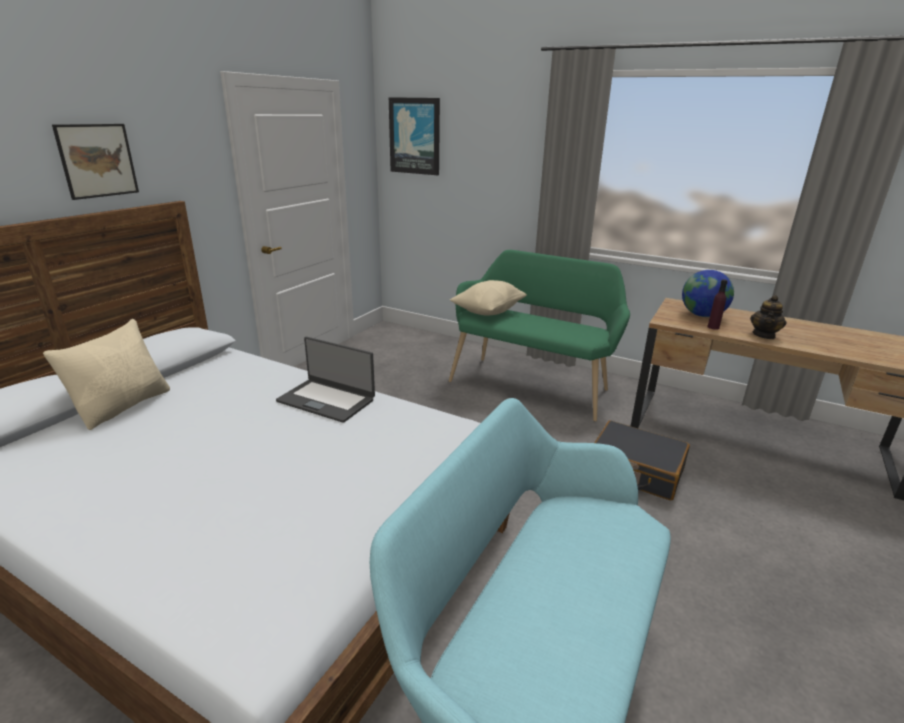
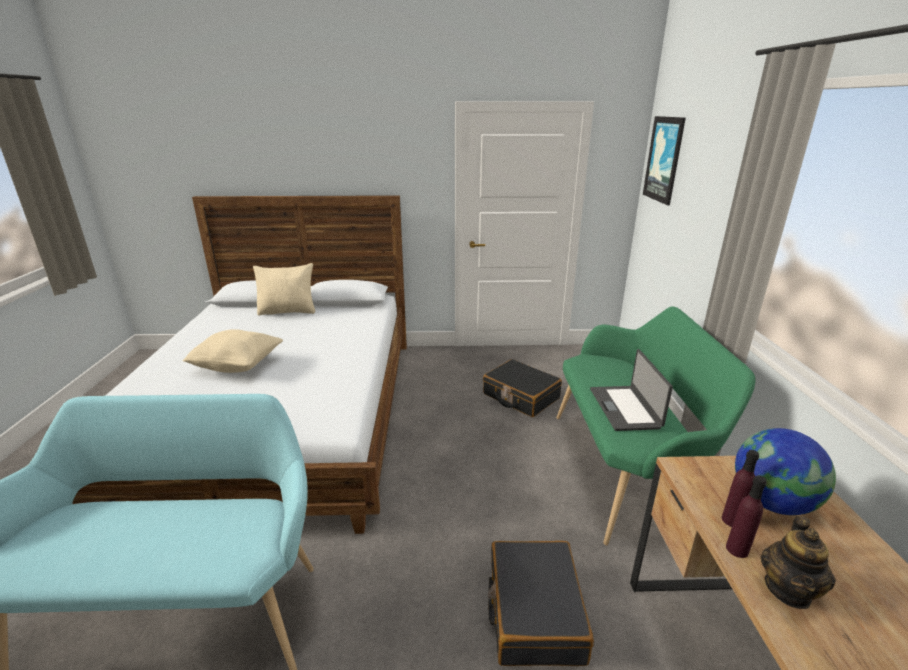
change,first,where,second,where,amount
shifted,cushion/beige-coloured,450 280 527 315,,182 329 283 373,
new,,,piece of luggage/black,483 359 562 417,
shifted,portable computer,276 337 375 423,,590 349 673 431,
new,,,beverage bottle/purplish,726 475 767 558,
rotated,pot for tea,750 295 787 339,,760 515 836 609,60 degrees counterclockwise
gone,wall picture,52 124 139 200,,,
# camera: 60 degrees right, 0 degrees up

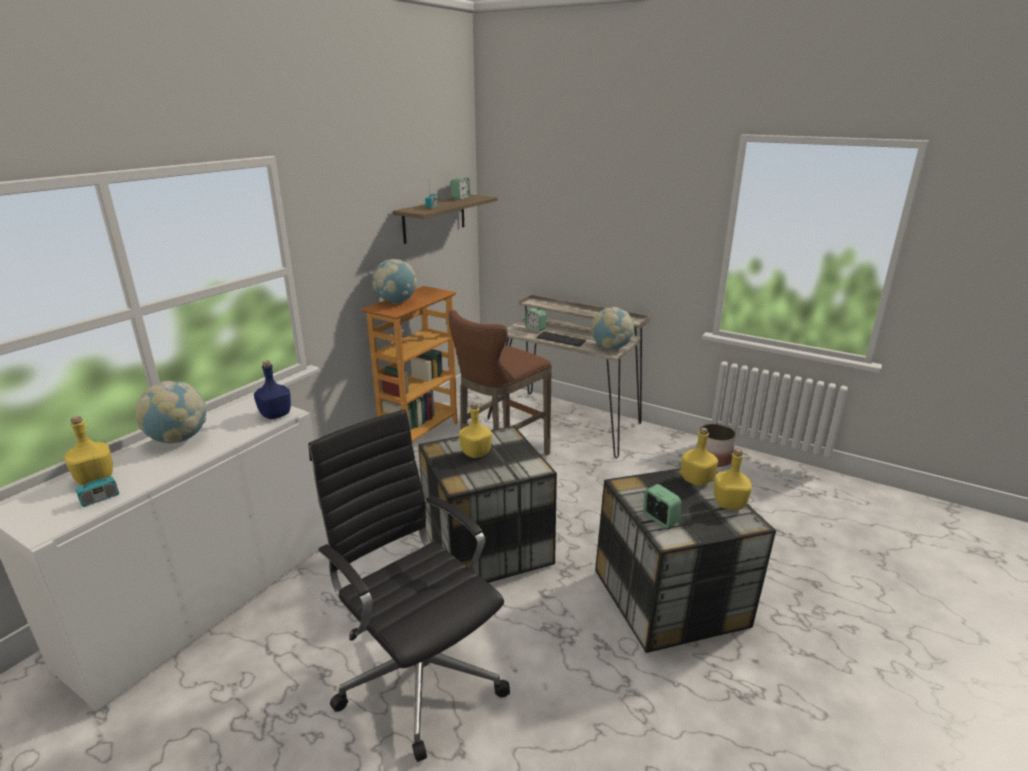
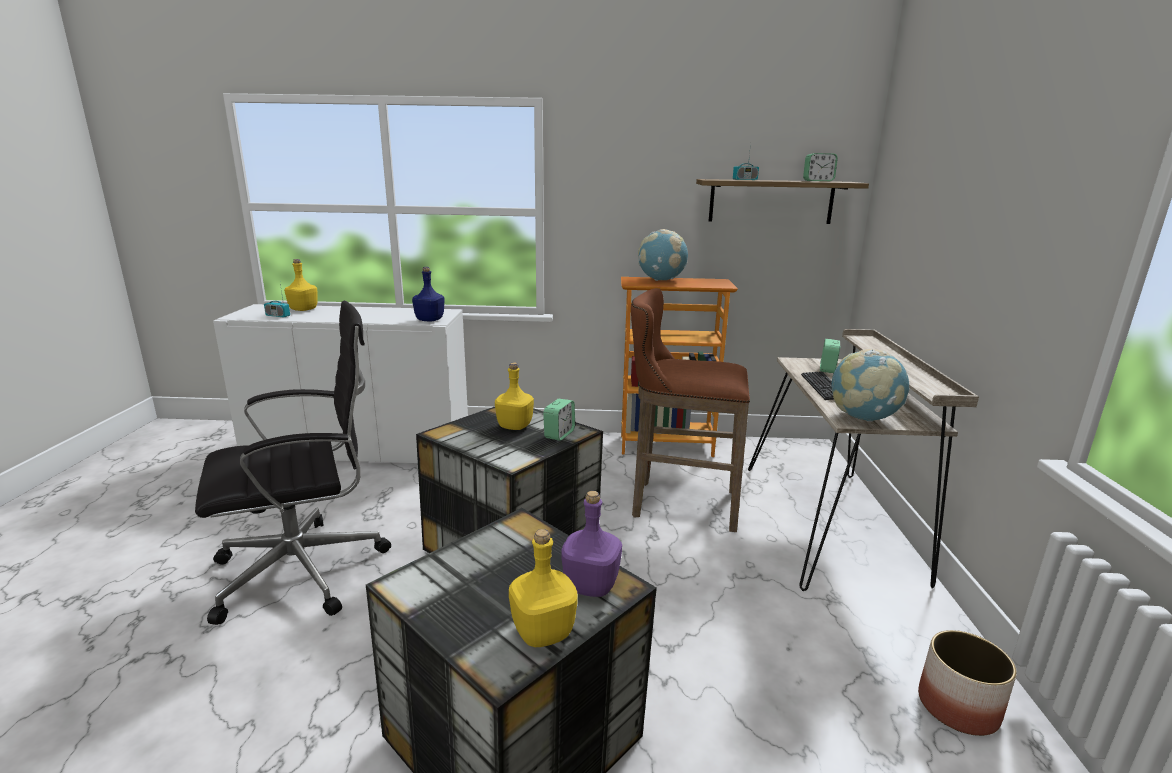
change,first,where,second,where,amount
rotated,computer chair/black,308 410 510 762,,195 301 391 625,45 degrees clockwise
shifted,bedside clock,643 484 682 528,,543 399 575 441,
repainted,beverage bottle/yellowish,681 428 718 486,beverage bottle/purplish,561 491 622 597,
gone,globe,135 381 208 443,,,
# camera: 60 degrees right, 5 degrees down

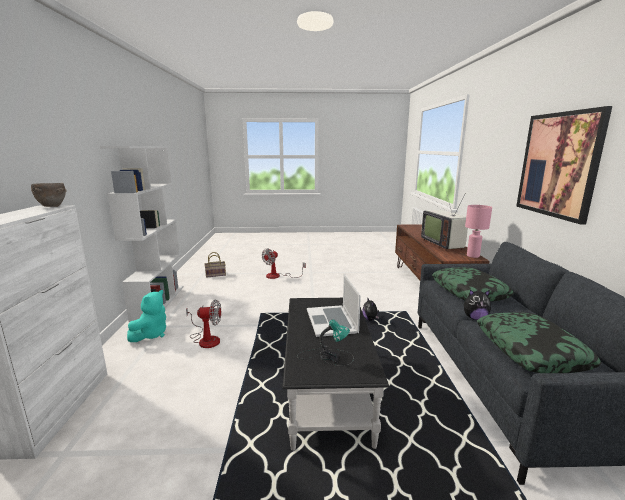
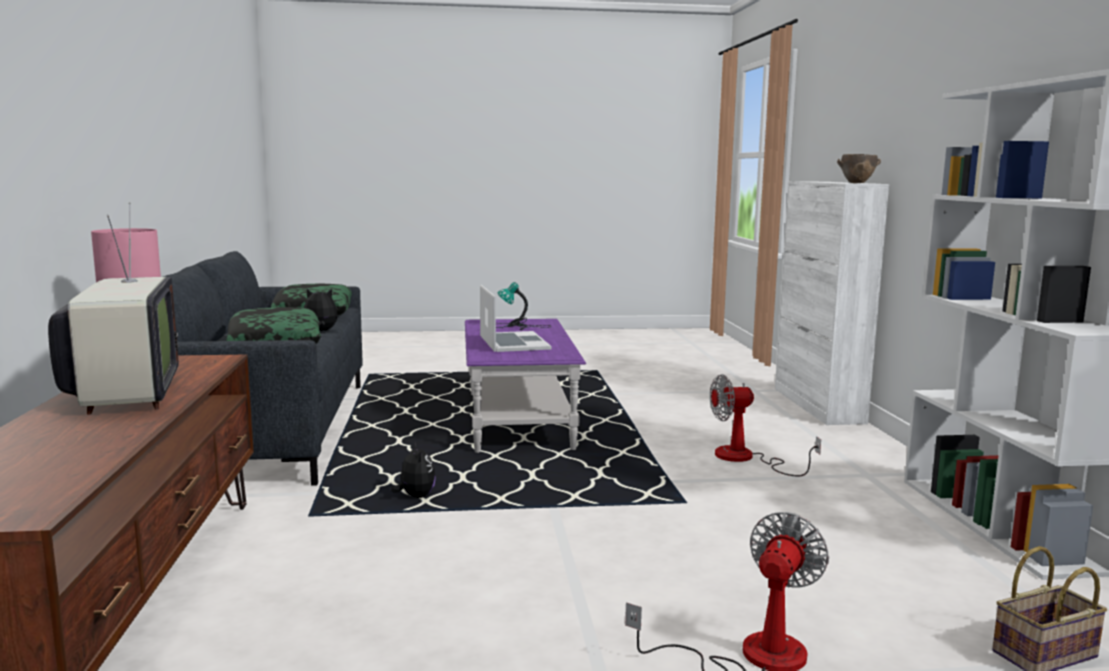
change,first,where,second,where,amount
repainted,coffee table/black,282 298 389 451,coffee table/purplish,465 319 586 453,
gone,soft toy/turquoise,127 290 166 342,,,
gone,wall picture,516 106 612 225,,,
# camera: 175 degrees right, 5 degrees down

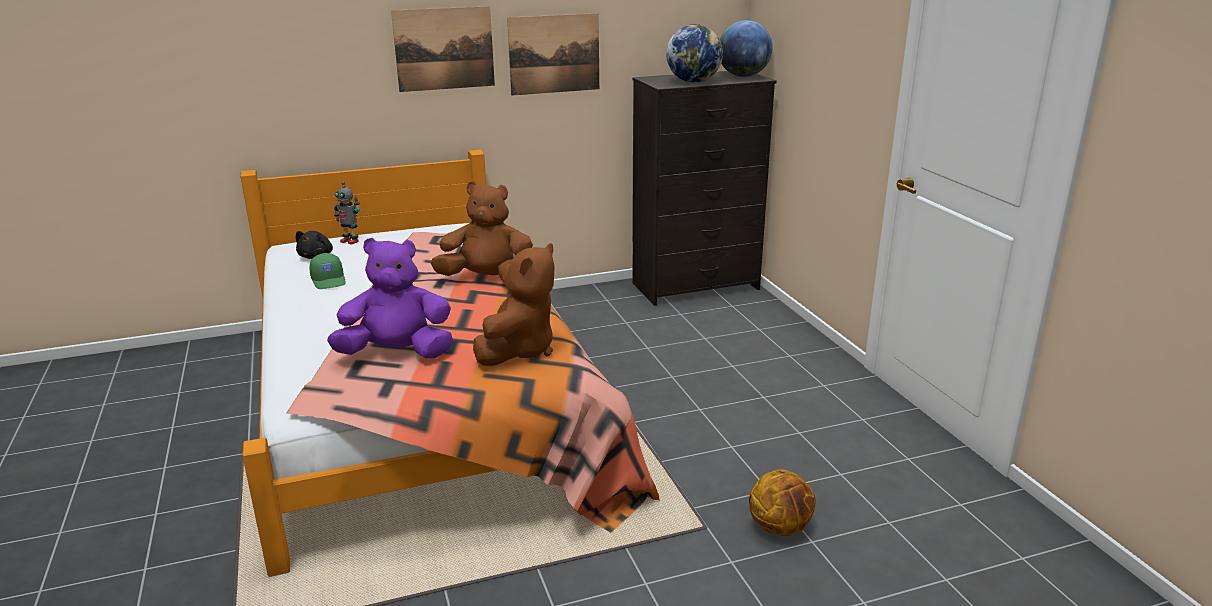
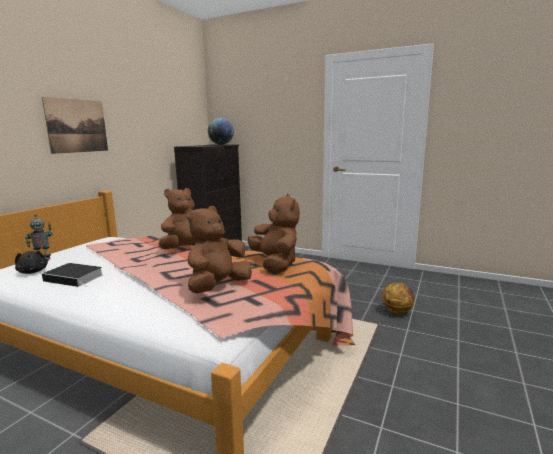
change,first,where,second,where,amount
swapped,baseball cap/green-coloured,309 253 346 289,book,42 263 103 287,
repainted,soft toy/purplish,327 238 453 358,soft toy/brown-coloured,185 206 252 293,
gone,wall picture,507 13 599 96,,,
gone,globe,666 24 723 82,,,
# camera: 45 degrees left, 10 degrees down

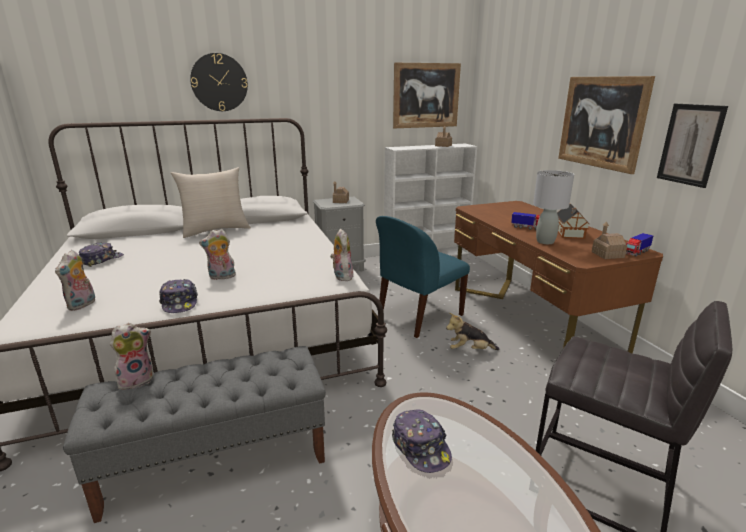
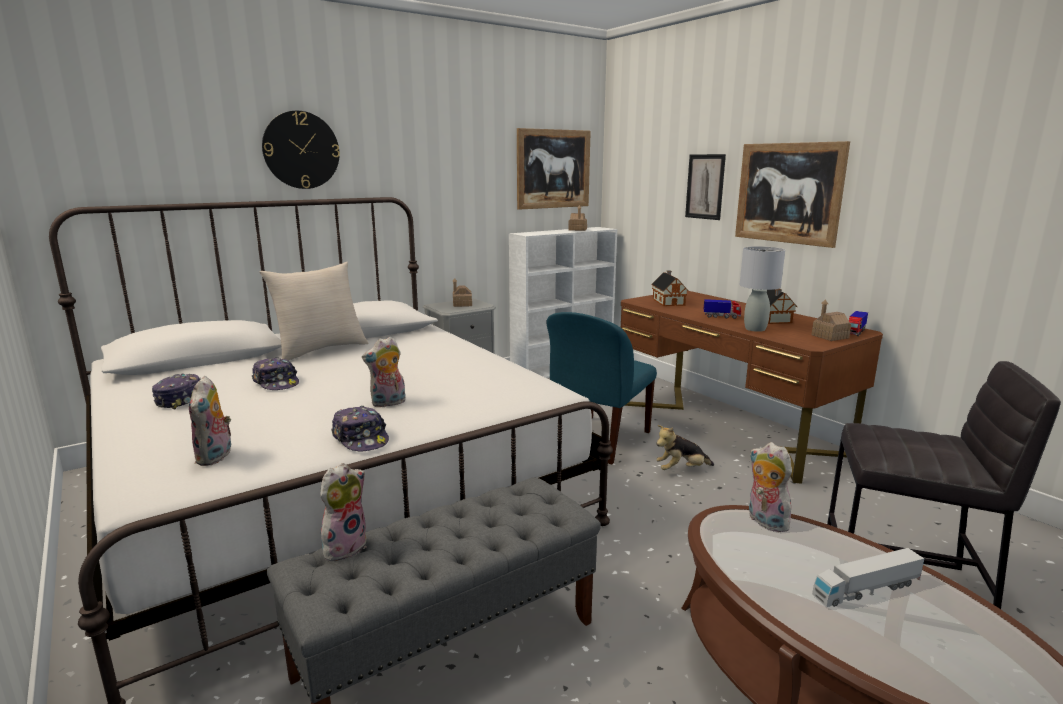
change,first,where,second,where,amount
shifted,baseball cap,392 409 452 473,,252 357 299 390,
new,,,miniature house,651 270 689 306,
shifted,wall picture,657 104 728 188,,685 154 726 220,
shifted,soft toy,330 229 353 281,,749 442 792 532,
new,,,model truck,812 548 925 607,
# camera: 15 degrees left, 5 degrees down

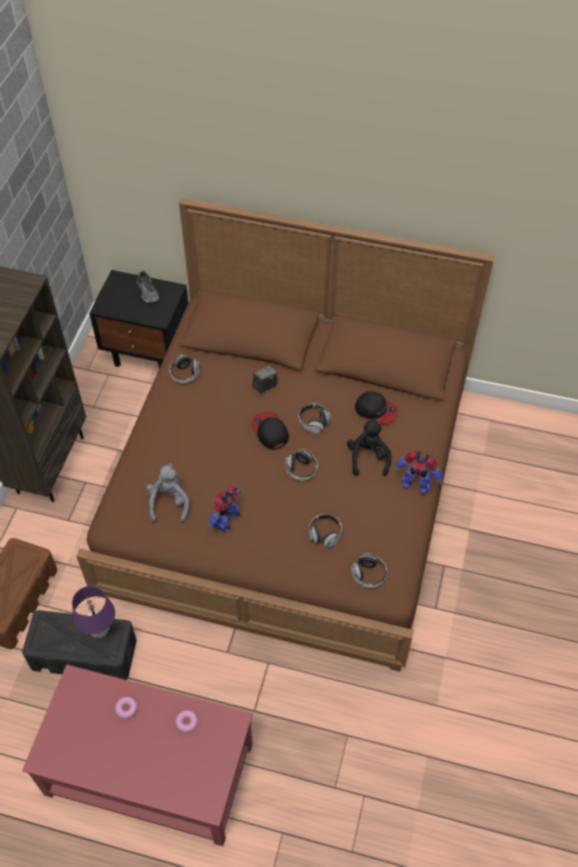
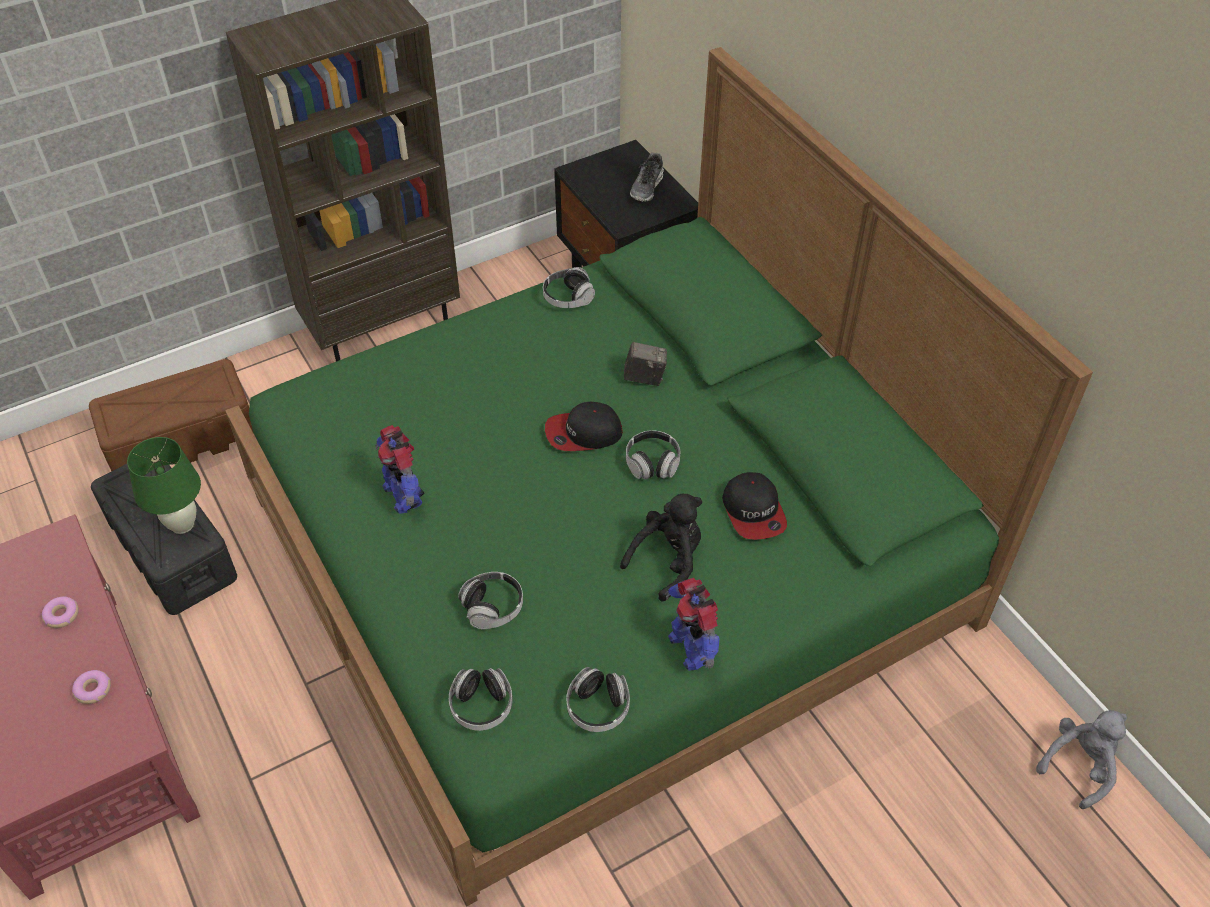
change,first,where,second,where,amount
repainted,lamp for a table/purplish,72 586 115 638,lamp for a table/green-coloured,127 437 201 534,
repainted,bedroom bed/brown-coloured,76 198 494 672,bedroom bed/green-coloured,225 47 1093 906,
rotated,robot figure,207 485 241 532,,375 425 424 514,105 degrees counterclockwise
rotated,baseball cap,251 411 289 450,,545 402 623 451,120 degrees counterclockwise
shifted,pair of headphones,286 449 317 481,,566 667 630 732,
shifted,soft toy/greyish,146 463 189 523,,1036 710 1127 809,
# camera: 45 degrees right, 5 degrees down

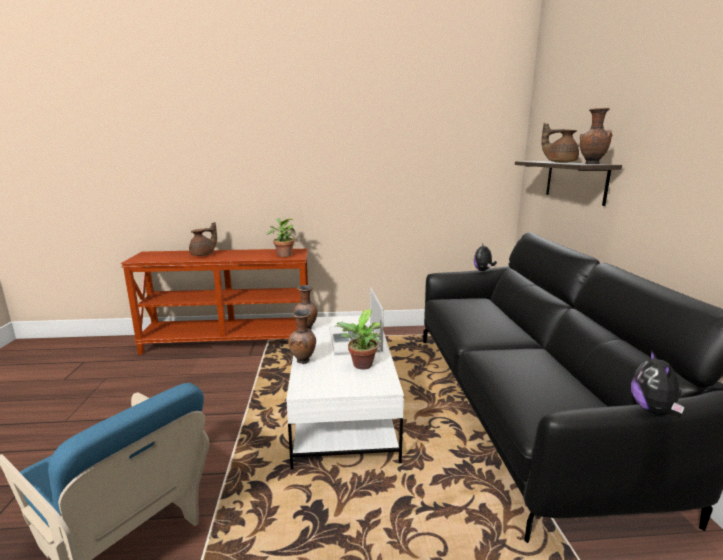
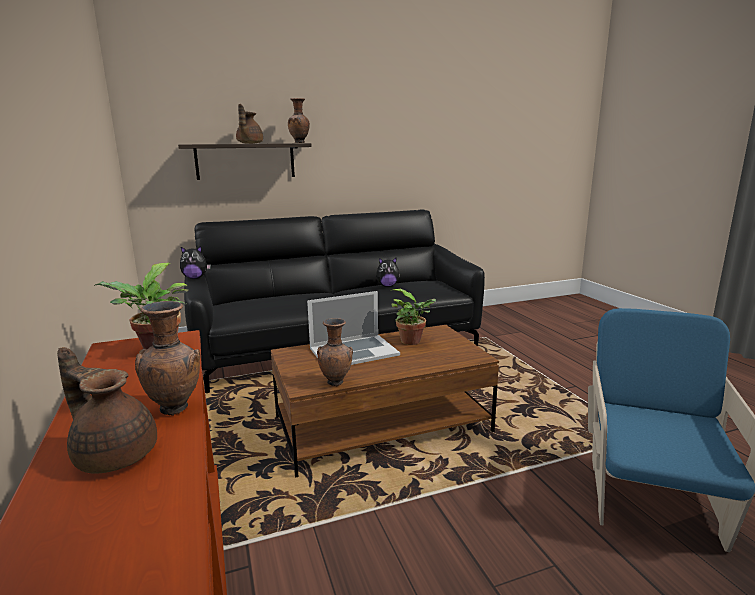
change,first,where,second,where,amount
shifted,vase/brown-coloured,288 310 316 364,,135 301 201 416,
repainted,coffee table/white,286 316 404 469,coffee table/brown-coloured,271 325 499 478,
shifted,soft toy,631 349 685 413,,376 258 400 287,
# camera: 105 degrees left, 0 degrees up

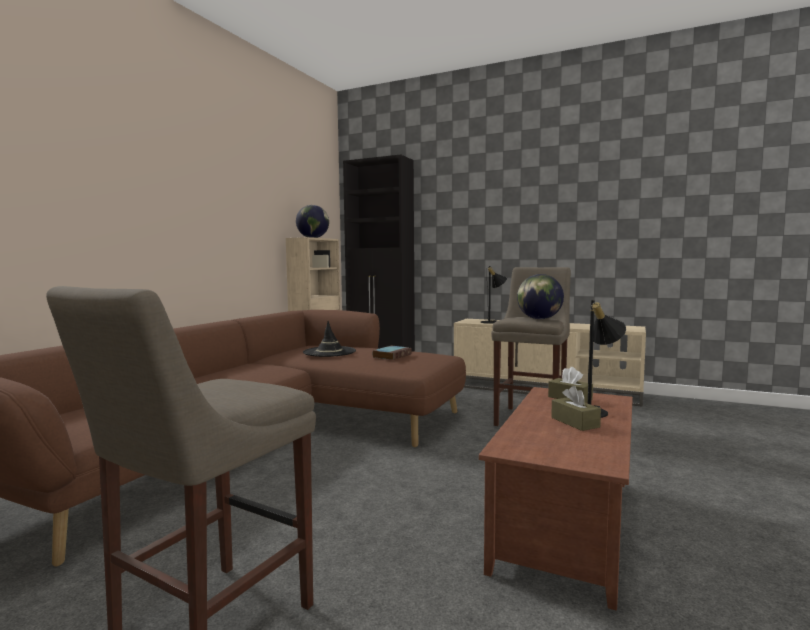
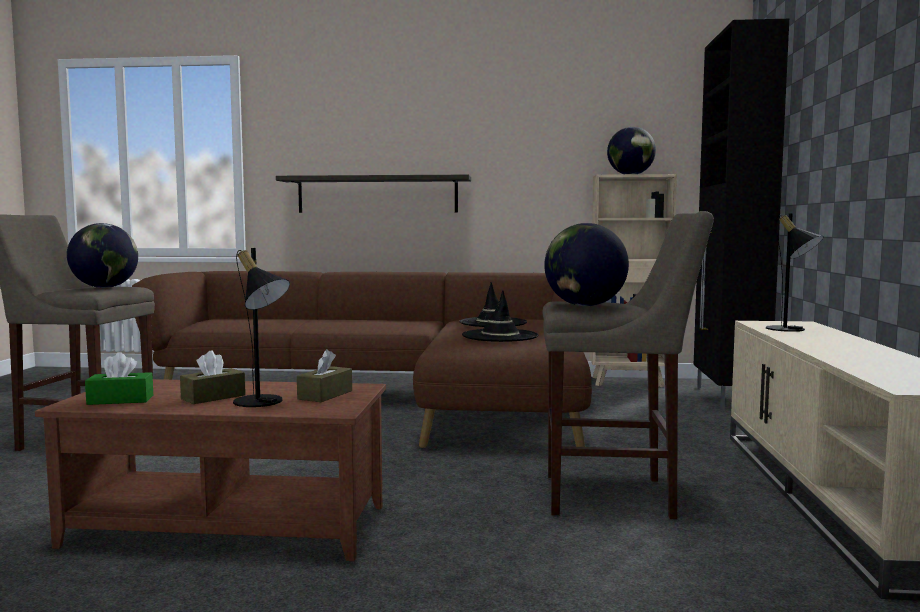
change,first,where,second,where,amount
new,,,globe,67 223 138 288,
new,,,tissue box/green-coloured,85 352 153 405,
new,,,bracket shelf,276 175 471 213,
swapped,book,372 346 412 360,wearable hat/black,462 290 538 342,
# camera: 70 degrees right, 0 degrees up

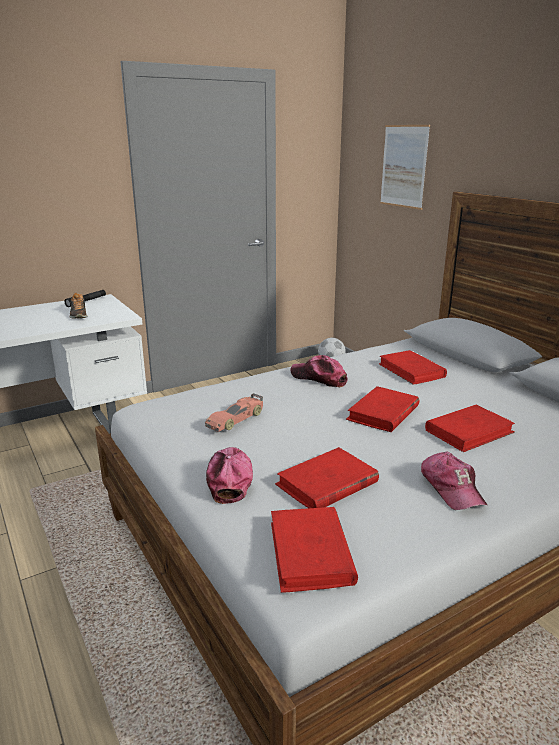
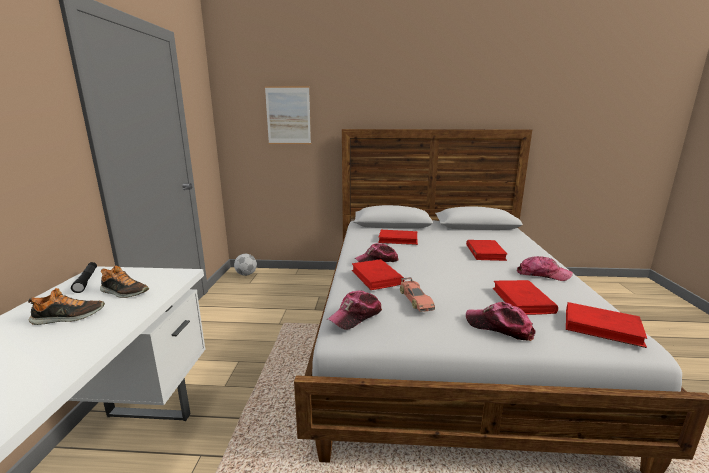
change,first,where,second,where,amount
new,,,shoe,28 288 105 325,
new,,,baseball cap,327 290 382 330,
shifted,book/reddish,346 386 419 432,,352 259 404 290,
# camera: 55 degrees left, 5 degrees down

